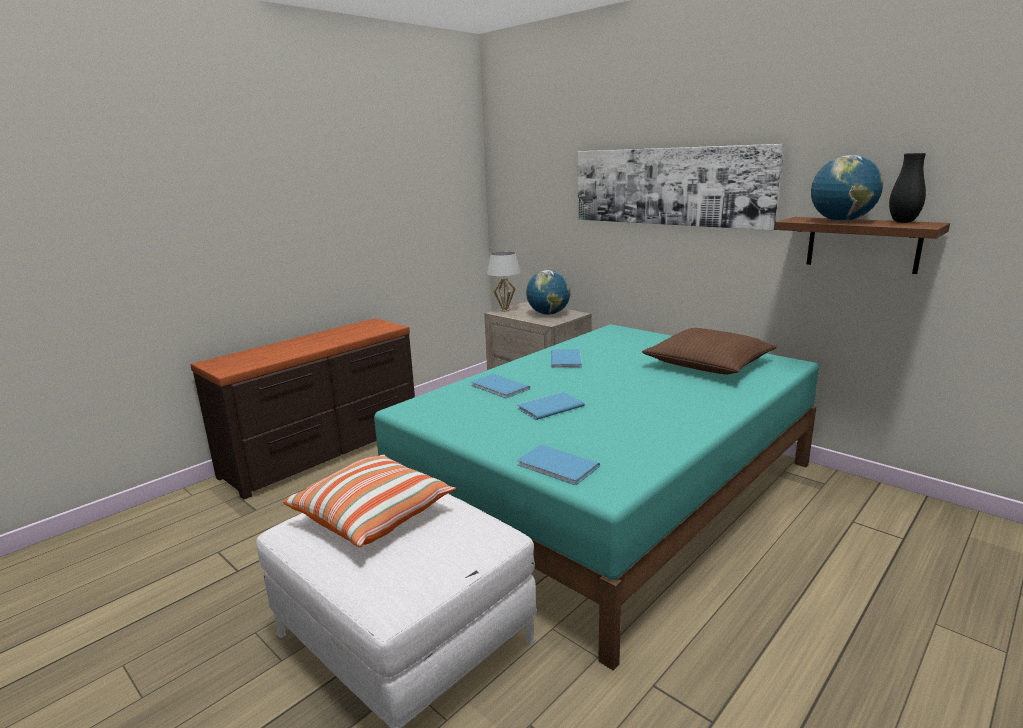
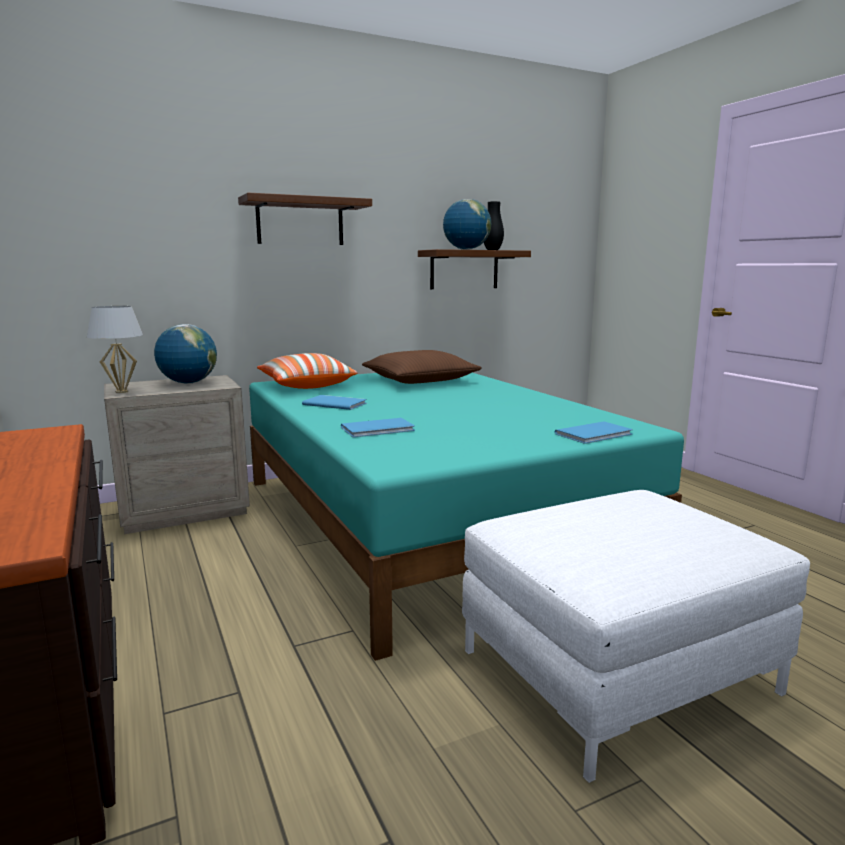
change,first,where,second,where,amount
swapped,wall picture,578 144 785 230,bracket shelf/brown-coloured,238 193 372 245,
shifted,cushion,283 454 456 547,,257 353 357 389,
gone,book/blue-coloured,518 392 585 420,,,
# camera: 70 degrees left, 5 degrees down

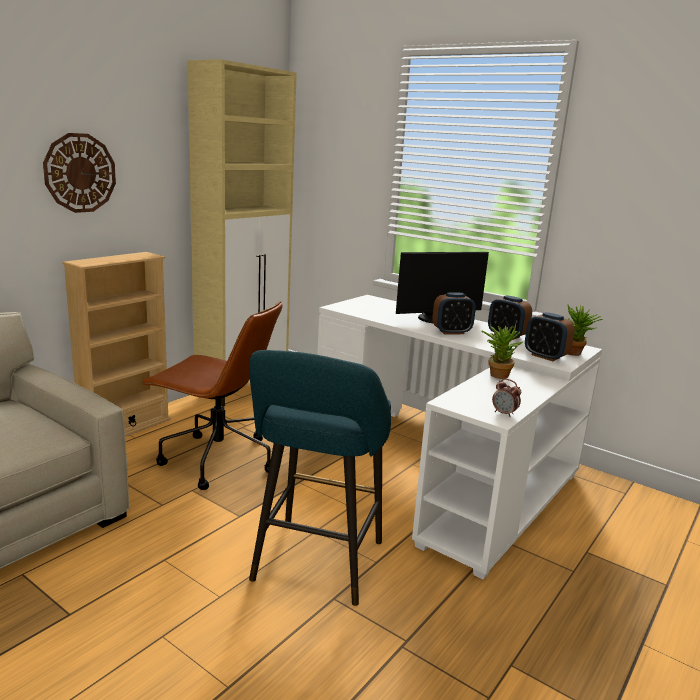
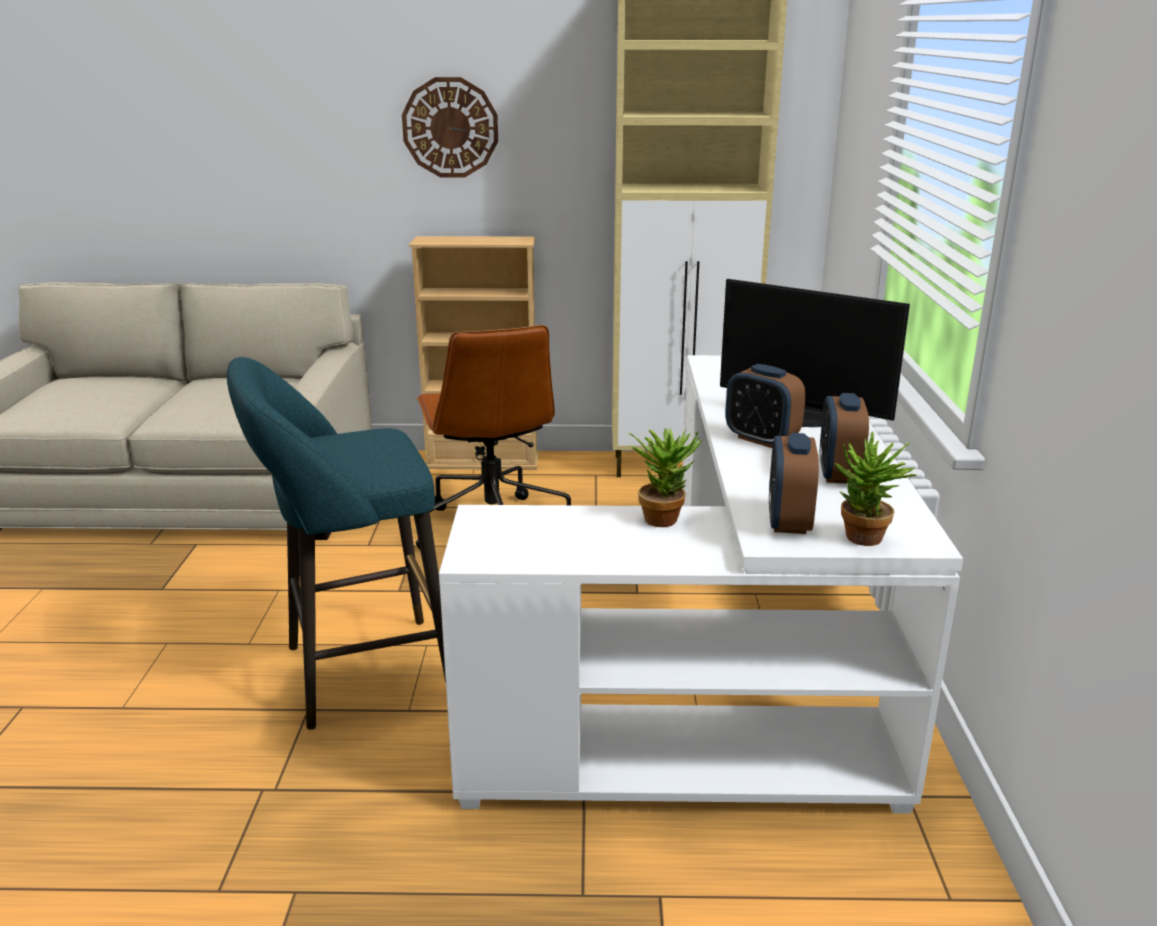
change,first,where,second,where,amount
gone,bedside clock,492 379 521 417,,,
# camera: 55 degrees right, 5 degrees up

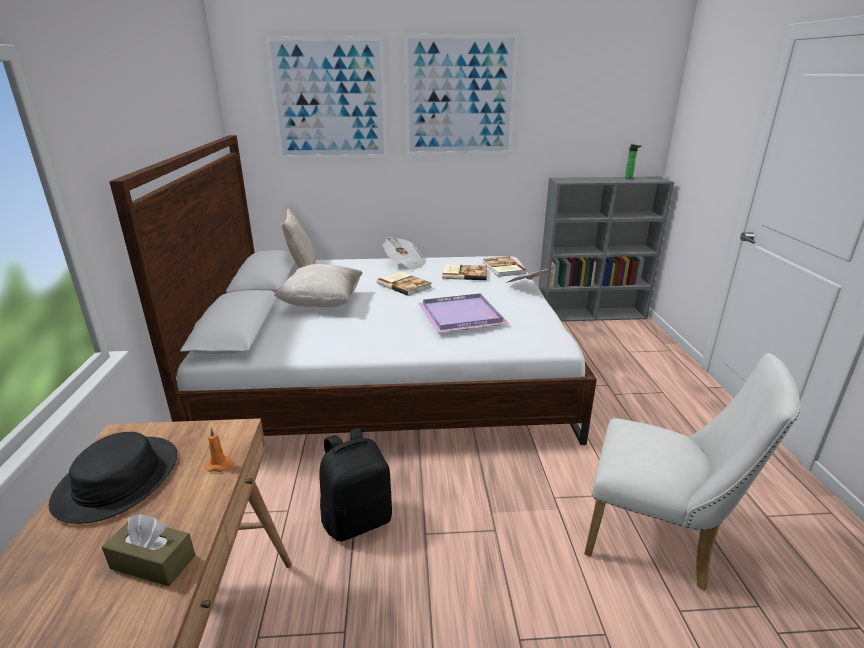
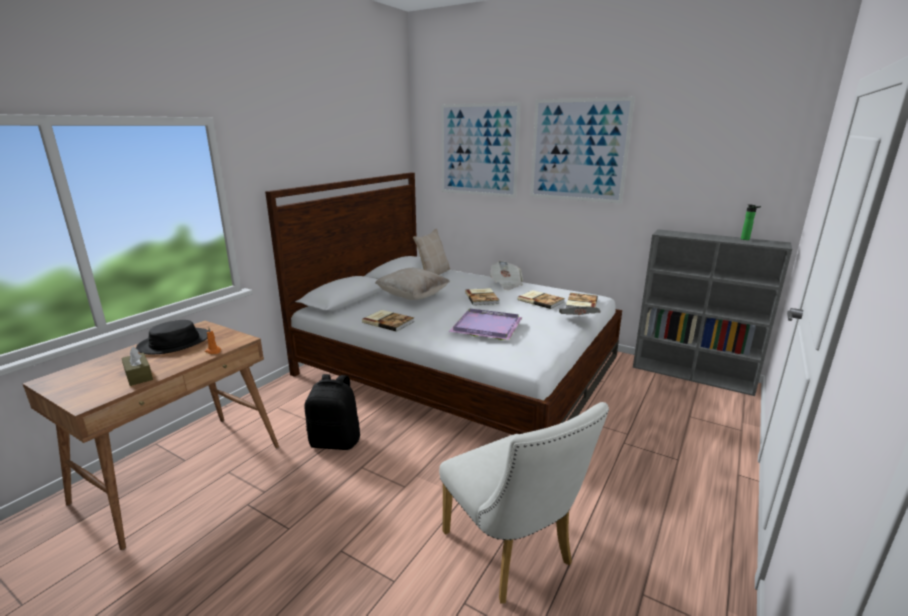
change,first,where,second,where,amount
new,,,book,362 310 415 332,
# camera: 35 degrees right, 5 degrees down

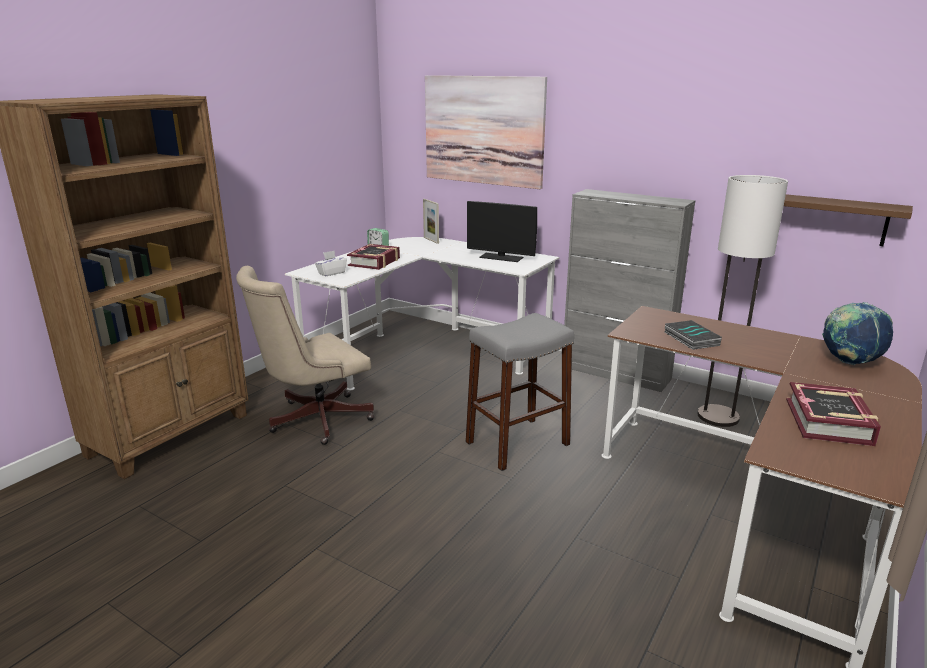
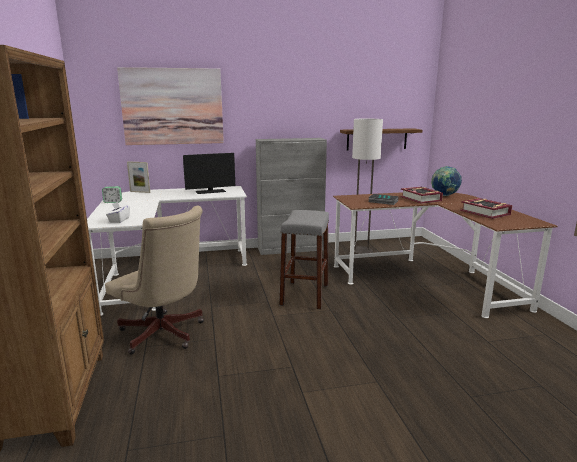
change,first,where,second,where,amount
rotated,computer chair/beige-coloured,236 266 374 445,,105 206 204 355,60 degrees counterclockwise
shifted,book,347 244 400 270,,400 187 443 204,
# camera: 45 degrees left, 5 degrees down

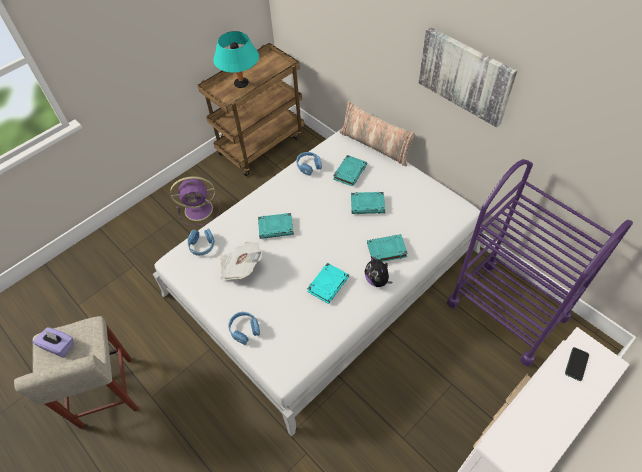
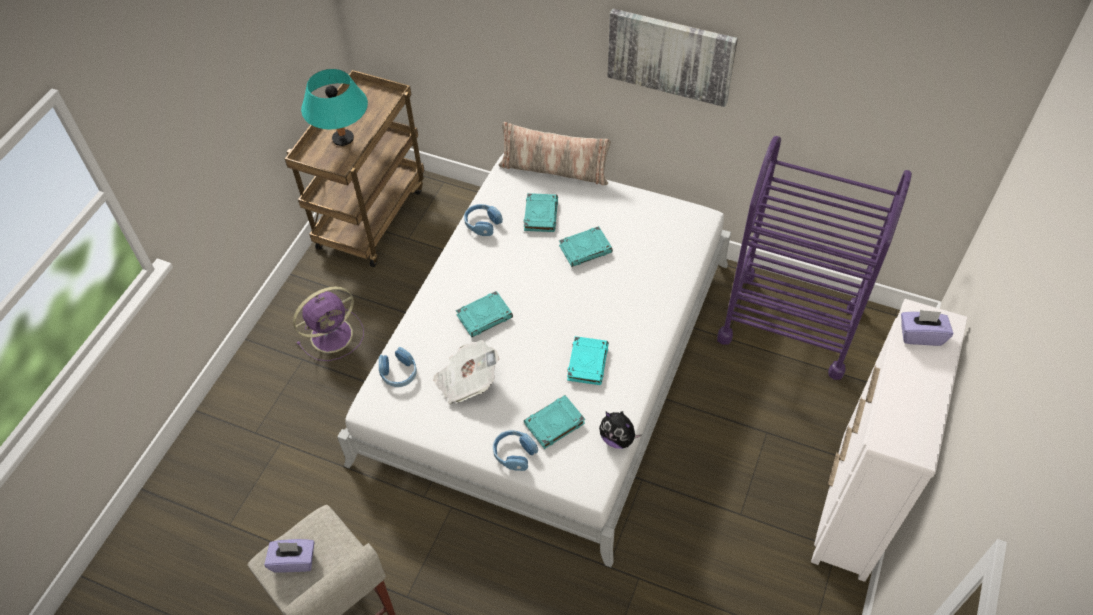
change,first,where,second,where,amount
shifted,book/turquoise,367 234 408 262,,524 395 585 449,
shifted,soft toy,365 257 393 287,,599 411 642 449,
swapped,phone,565 347 589 381,tissue box/purplish,901 310 953 346,
# camera: 25 degrees left, 0 degrees up

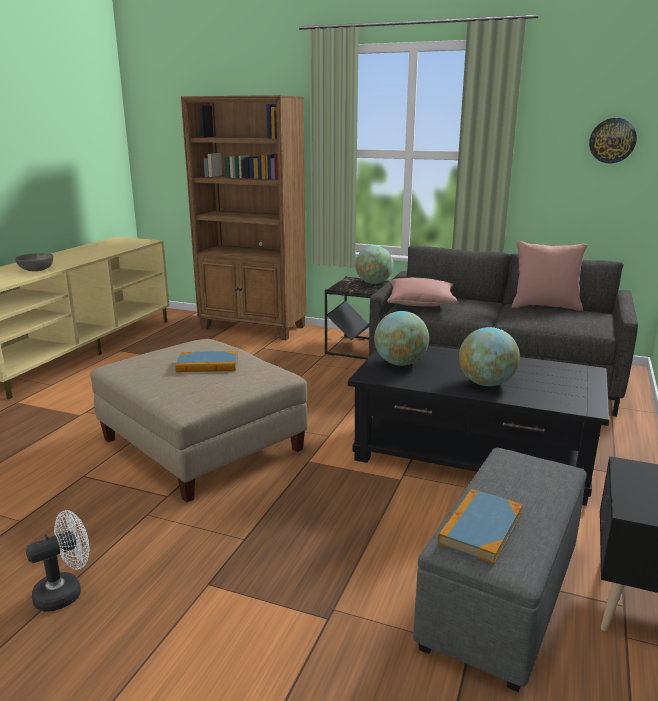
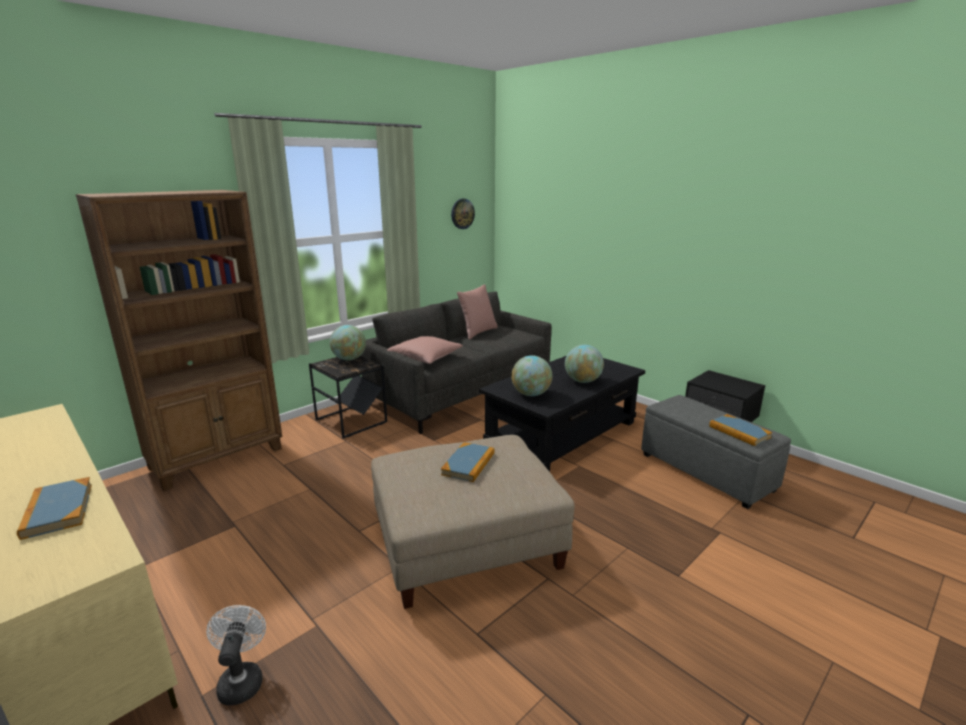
change,first,where,second,where,amount
swapped,serving bowl/greyish,15 253 53 271,book,17 477 92 540,
shifted,cooling fan/white,26 510 90 612,,206 605 266 705,
# camera: 65 degrees left, 0 degrees up

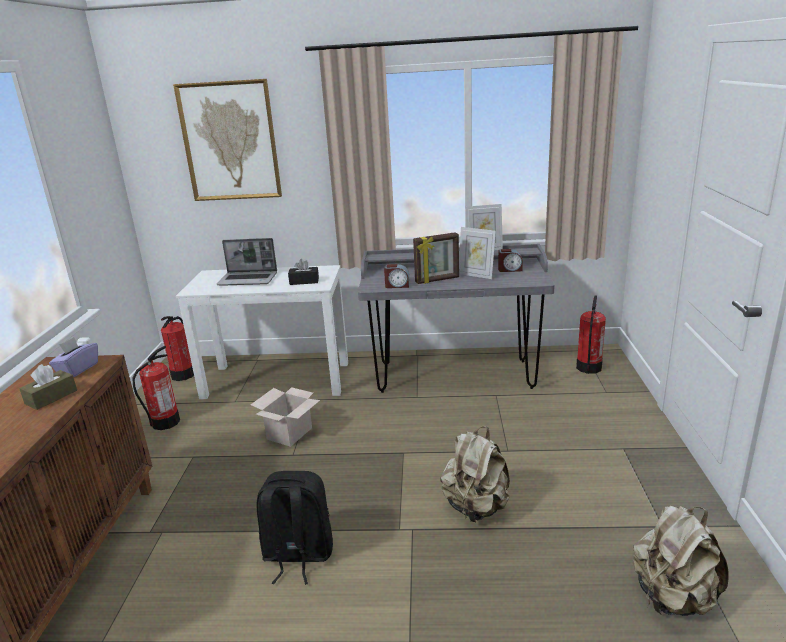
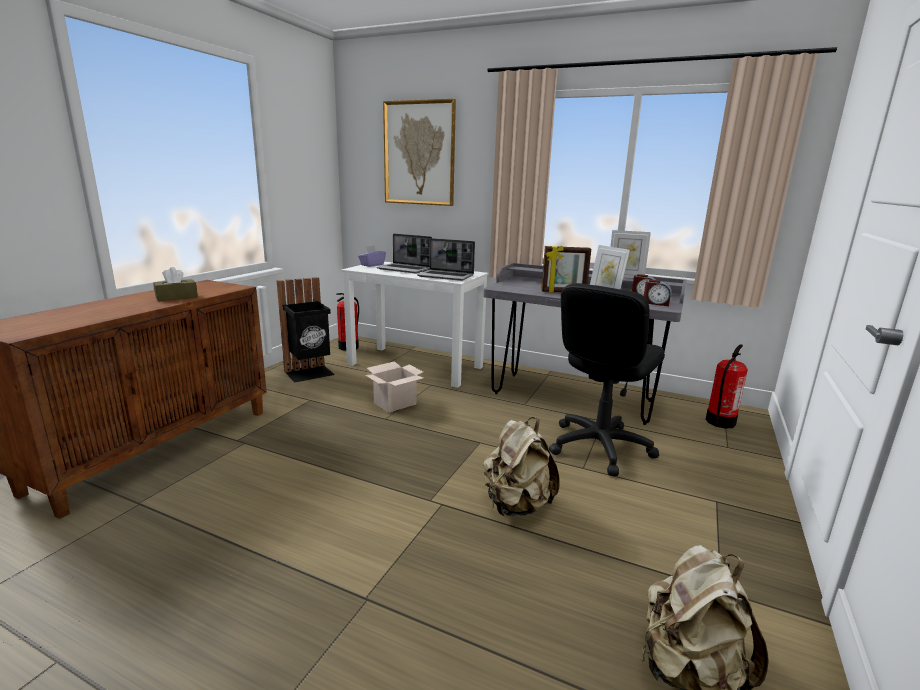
change,first,where,second,where,amount
swapped,fire-fighting cylinder,132 346 180 430,waste bin/black,276 277 334 383,
shifted,tissue box/purplish,49 337 98 377,,358 245 386 267,
swapped,tissue box/black,288 259 319 285,portable computer,417 238 475 281,
new,,,computer chair/black,549 283 665 476,
shifted,bedside clock,384 264 410 288,,644 280 672 306,
gone,rucksack/black,256 471 333 585,,,
# camera: 20 degrees right, 5 degrees down

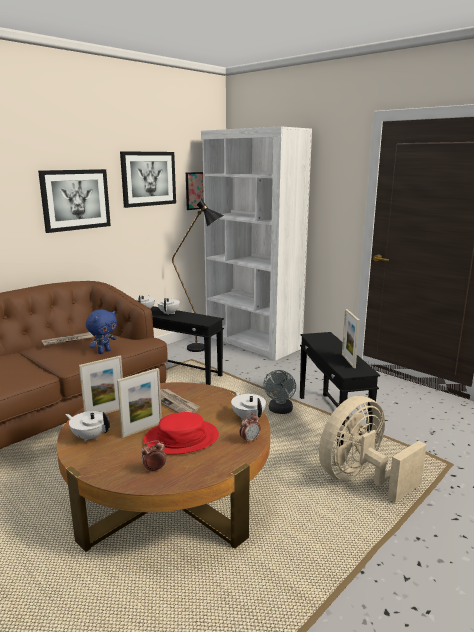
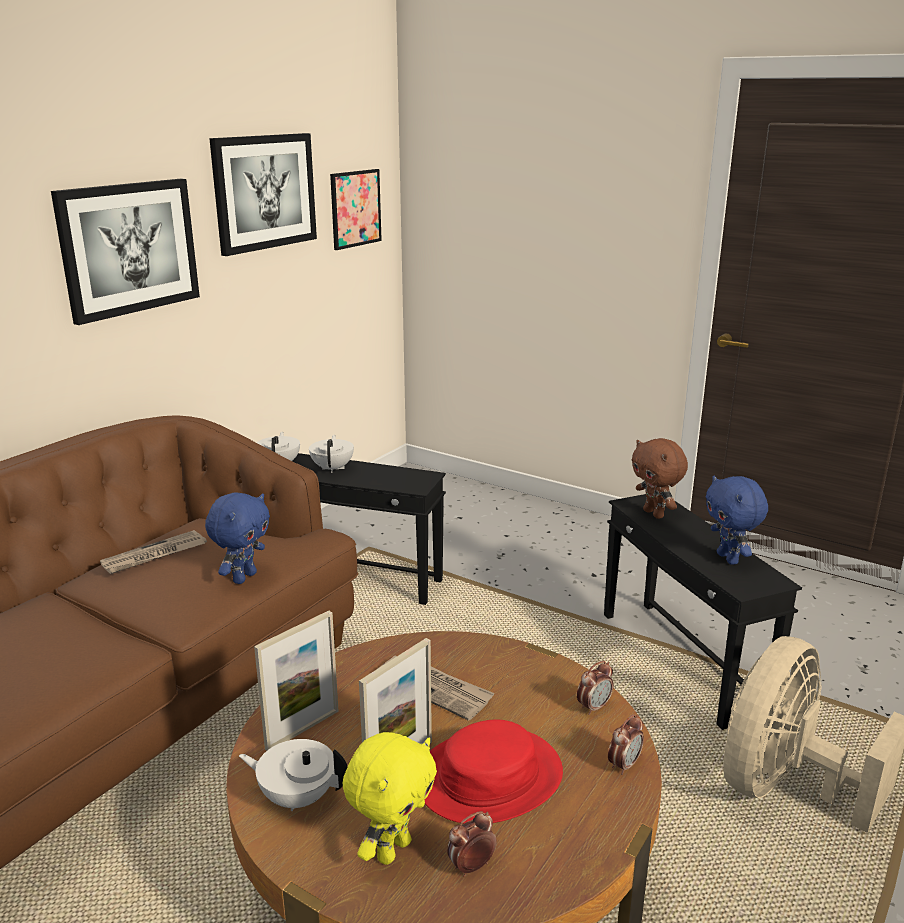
change,first,where,second,where,amount
new,,,soft toy/yellowish,343 732 437 865,
swapped,pot for tea/white,231 391 266 420,bedside clock,577 661 614 715,
new,,,soft toy/brown-coloured,632 438 688 519,
swapped,standing frame,342 309 360 368,soft toy/blue-coloured,706 476 768 565,
gone,floor lamp/black,172 199 224 352,,,
gone,bookshelf/white,201 126 312 361,,,
gone,cooling fan/greyish,263 370 296 414,,,
# camera: 10 degrees left, 5 degrees up

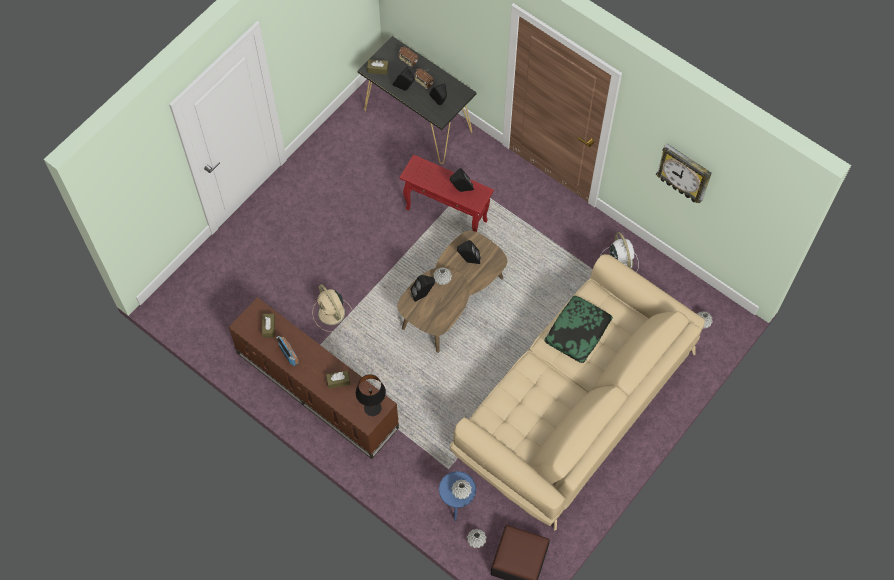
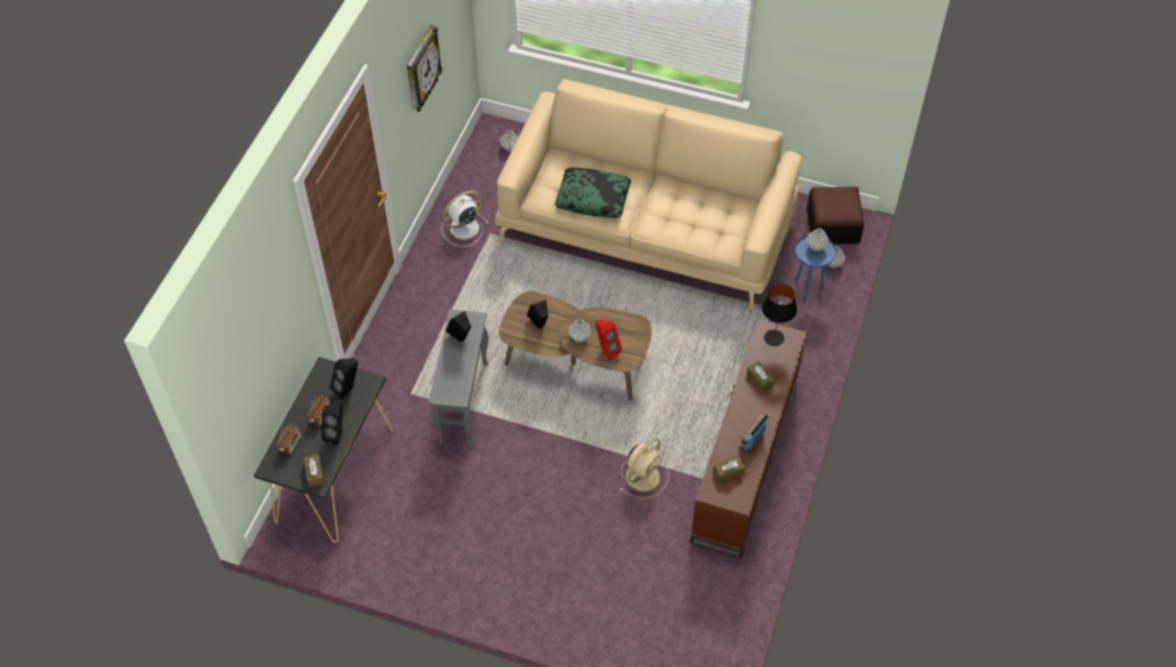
change,first,where,second,where,amount
repainted,end table/reddish,399 154 494 232,end table/greyish,428 309 489 446,
repainted,speaker/black,410 275 435 302,speaker/reddish,595 319 622 360,
# camera: 110 degrees left, 10 degrees down

